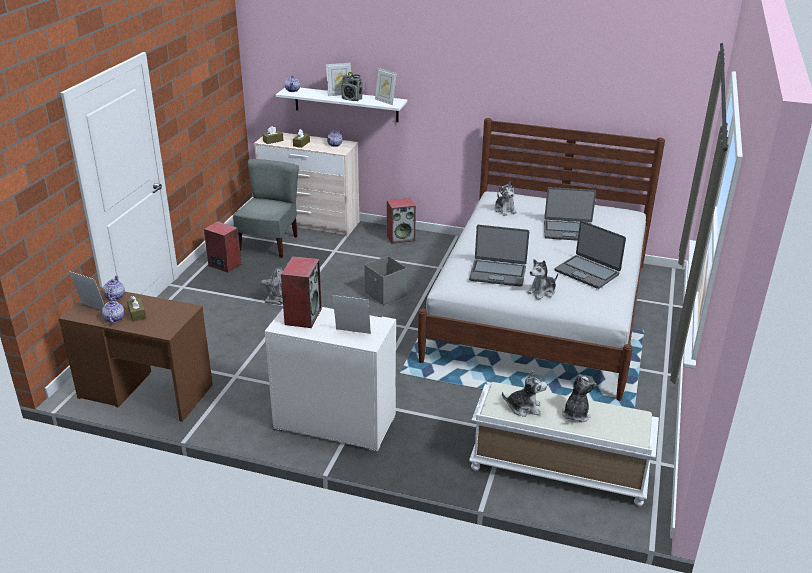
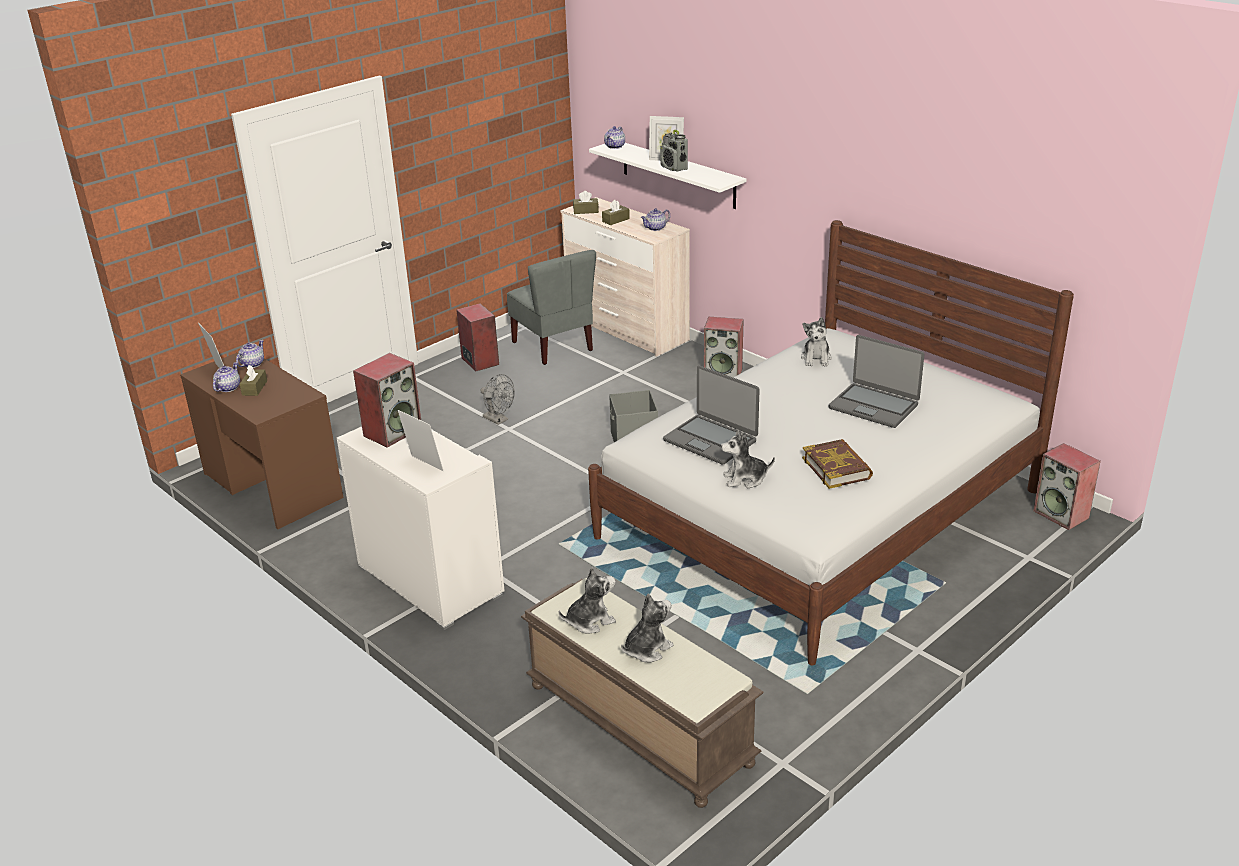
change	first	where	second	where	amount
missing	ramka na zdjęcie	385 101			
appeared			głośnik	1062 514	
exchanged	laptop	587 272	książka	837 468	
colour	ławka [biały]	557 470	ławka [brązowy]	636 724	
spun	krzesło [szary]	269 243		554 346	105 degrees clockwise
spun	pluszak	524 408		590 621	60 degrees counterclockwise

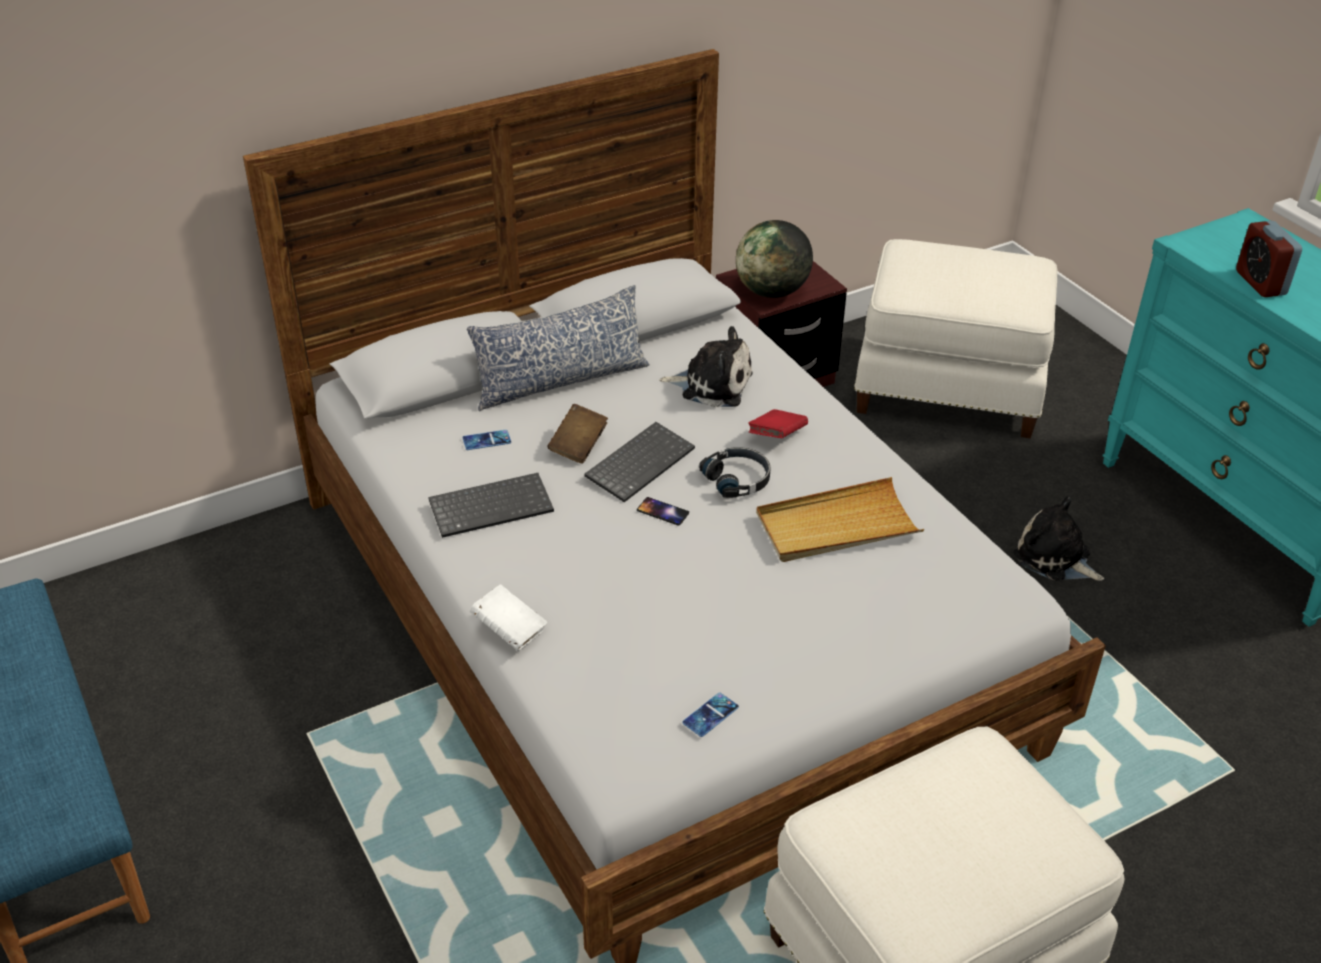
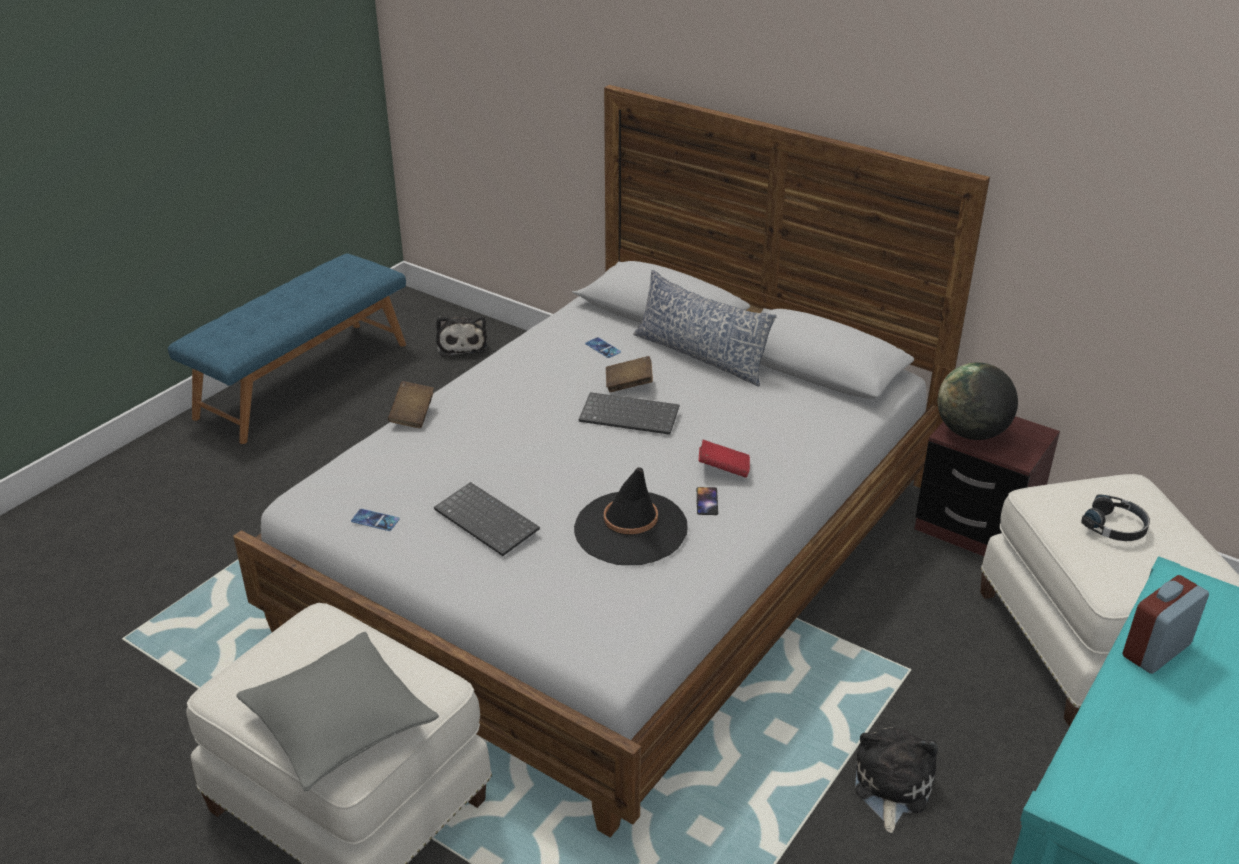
change	first	where	second	where	amount
appeared			poduszka [szary]	339 722	
relocated	klawiatura	492 506		489 520	
relocated	telefon	662 512		707 501	
relocated	pluszak	712 384		461 344	
relocated	słuchawki [czarny]	738 479		1115 526	
exchanged	taca [beżowy]	836 526	kapelusz [czarny]	630 529	
colour	książka [biały]	509 630	książka [brązowy]	412 415	

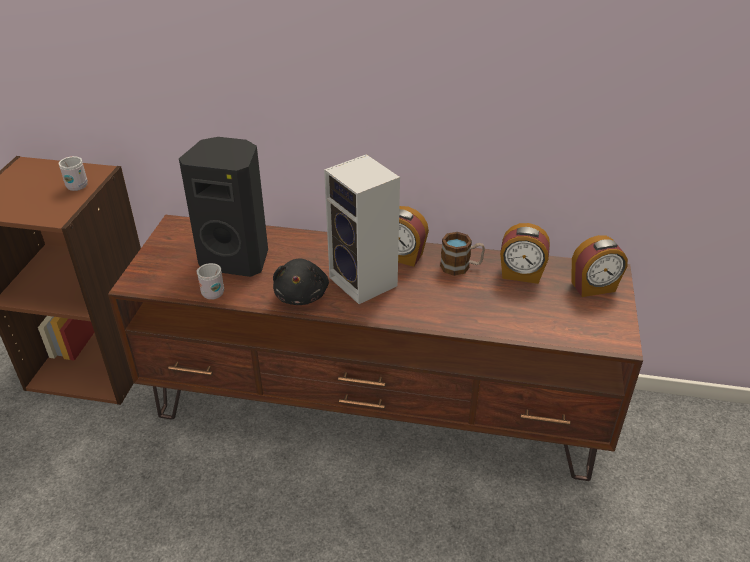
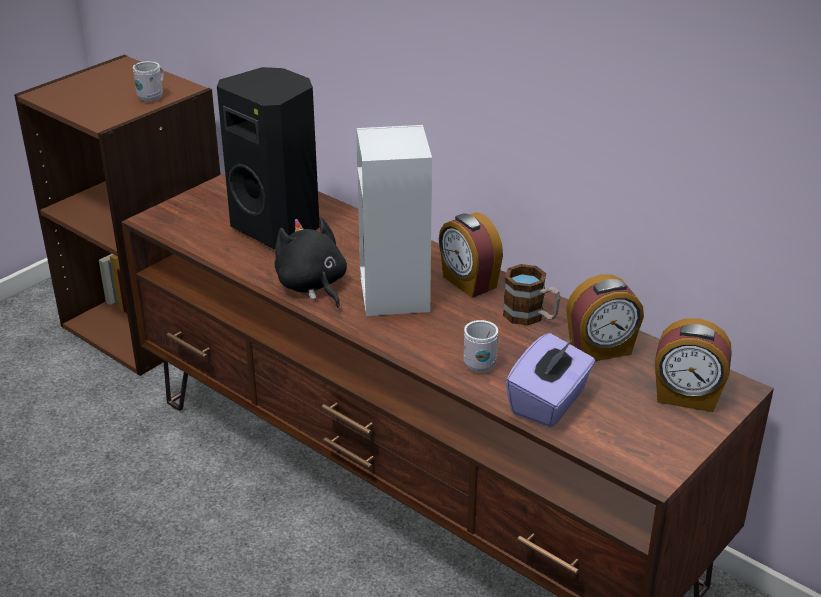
change	first	where	second	where	amount
appeared			pudełko chusteczek [fioletowy]	549 402	
relocated	kubek [biały]	210 292		477 362	
spun	pluszak [czarny]	302 295		312 286	120 degrees clockwise
spun	budzik	521 274		601 350	60 degrees counterclockwise

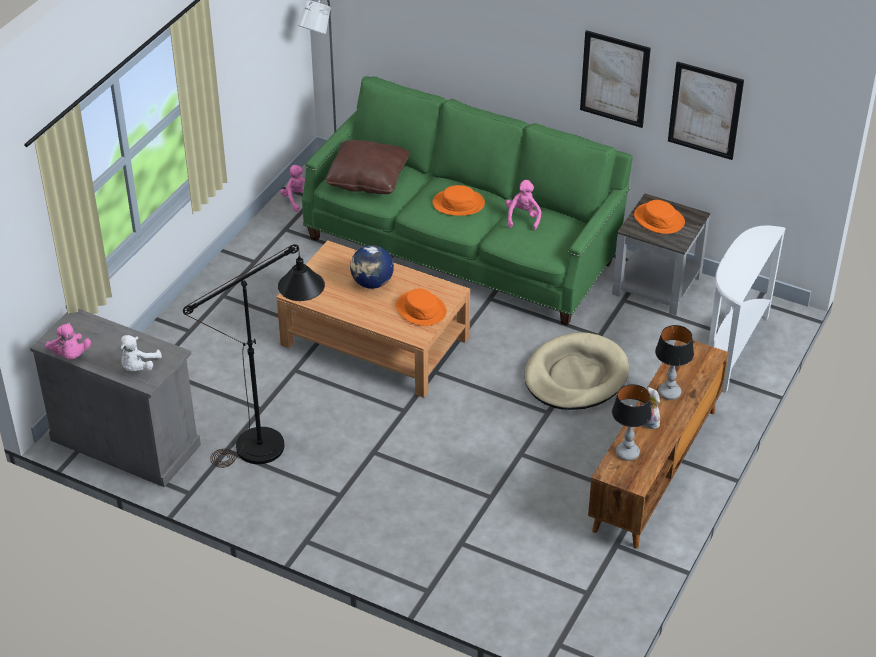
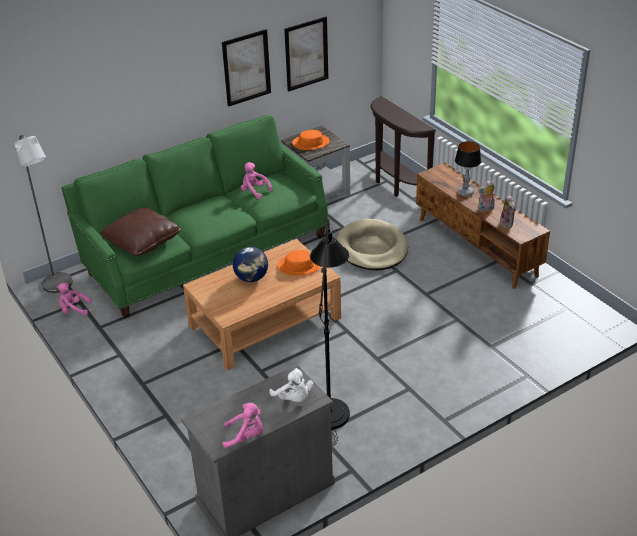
change	first	where	second	where	amount
missing	kapelusz [pomarańczowy]	458 203			
exchanged	lampa stołowa	627 452	pluszak	507 224	
colour	stolik konsolowy [biały]	732 349	stolik konsolowy [brązowy]	396 185	

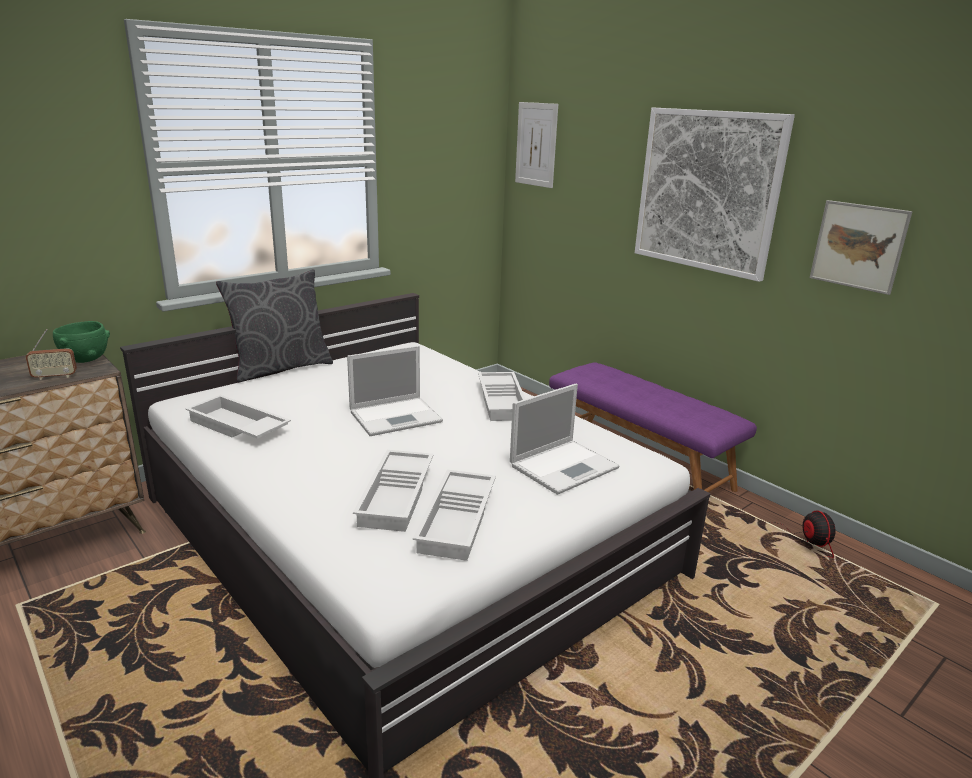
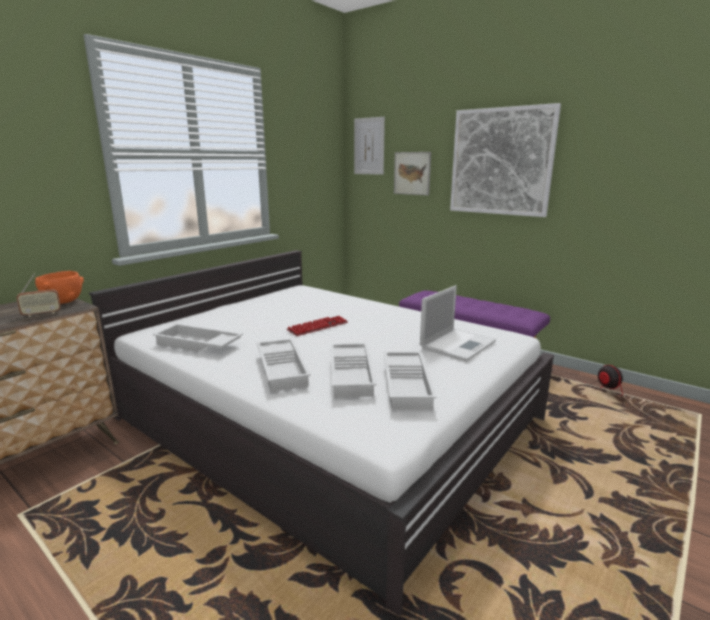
change	first	where	second	where	amount
missing	poduszka [szary]	281 368			
relocated	taca [biały]	503 401		283 369	
relocated	obraz	858 246		412 173	
exchanged	laptop	397 416	klawiatura	318 327	
colour	miska [zielony]	85 359	miska [pomarańczowy]	63 302	

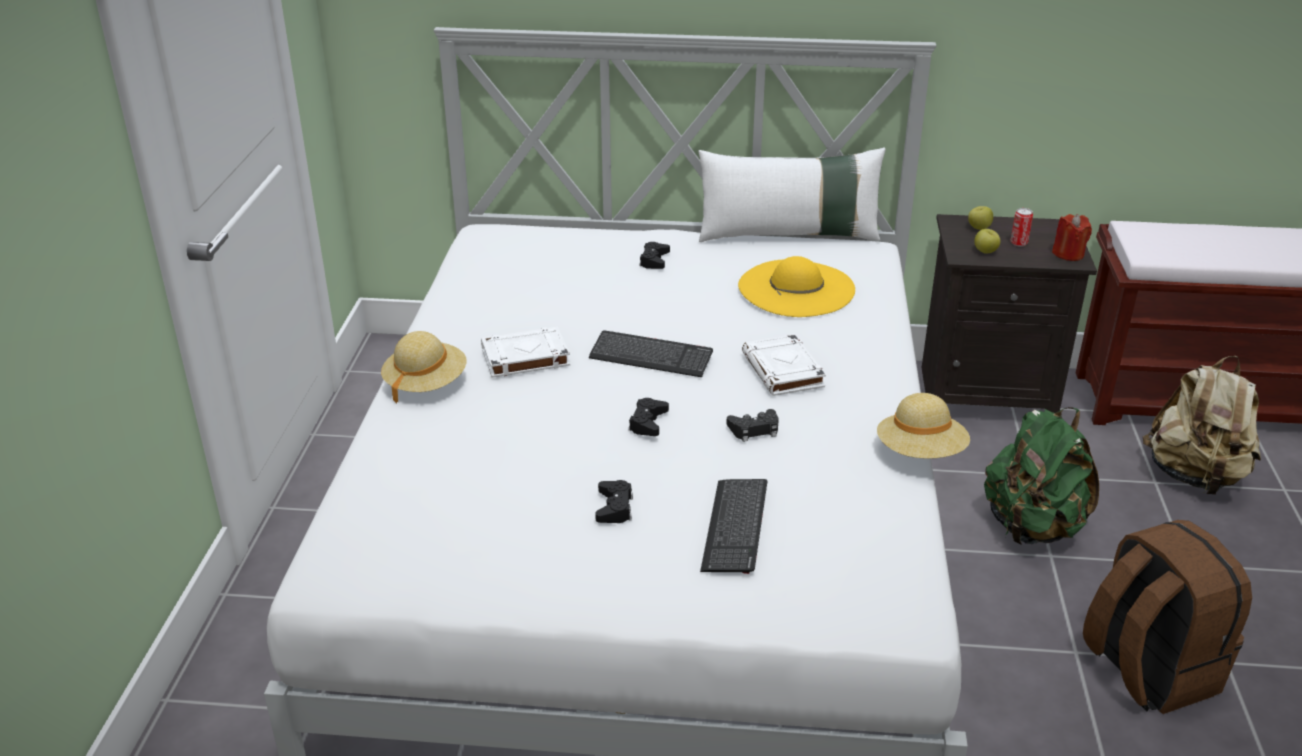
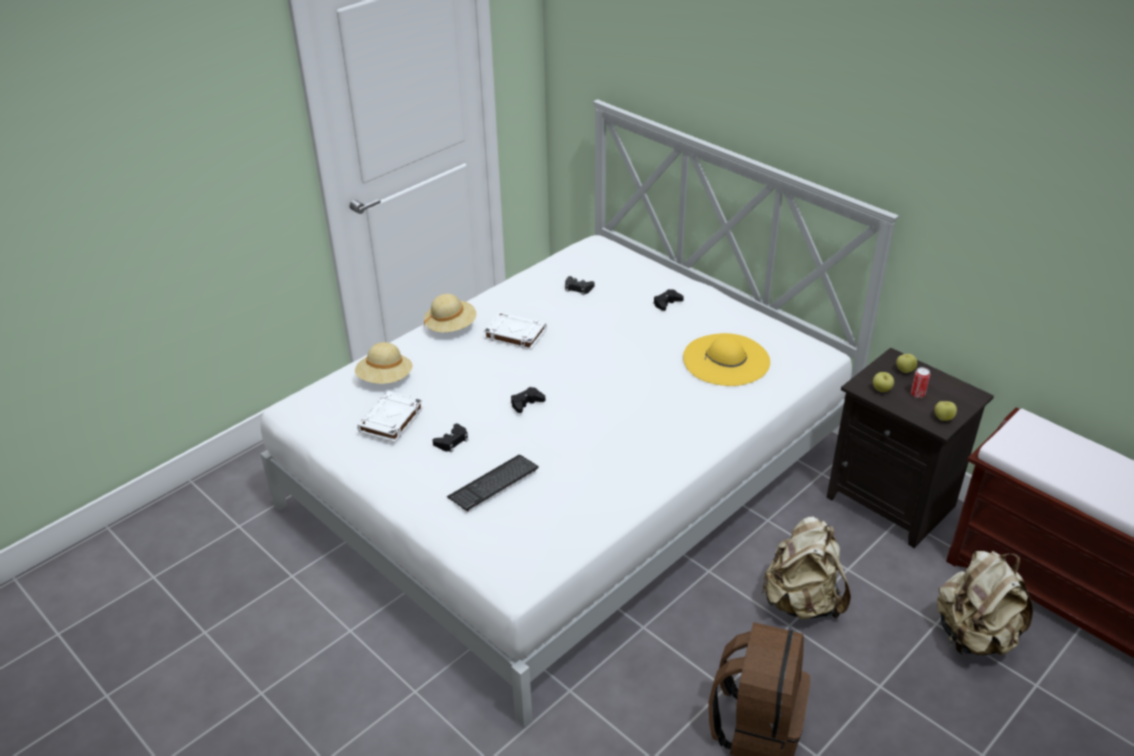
change	first	where	second	where	amount
missing	klawiatura	651 356			
missing	poduszka [biały]	788 235			
relocated	pad do gier [czarny]	754 430		578 288	
relocated	książka [biały]	783 371		391 420	
relocated	kapelusz [beżowy]	920 453		385 379	
exchanged	świeca [czerwony]	1068 254	jabłko	943 418	
colour	plecak [zielony]	1032 527	plecak [beżowy]	801 601	

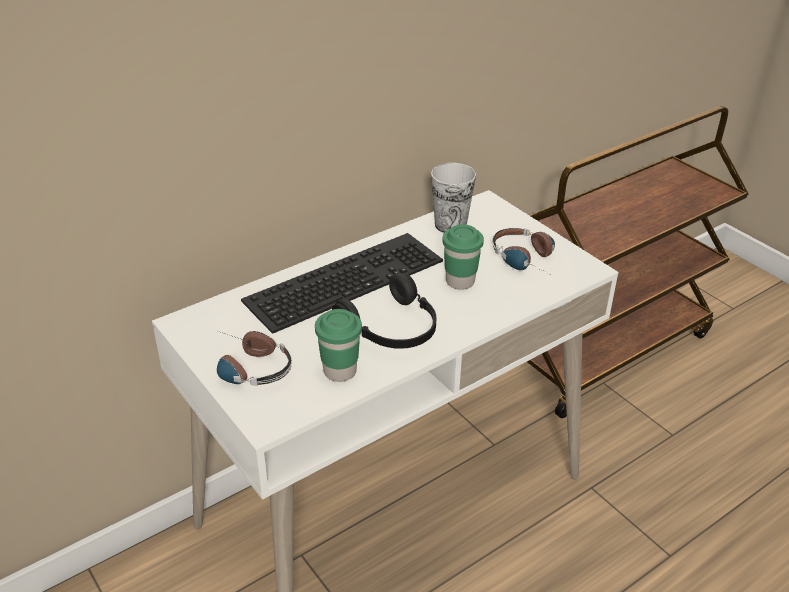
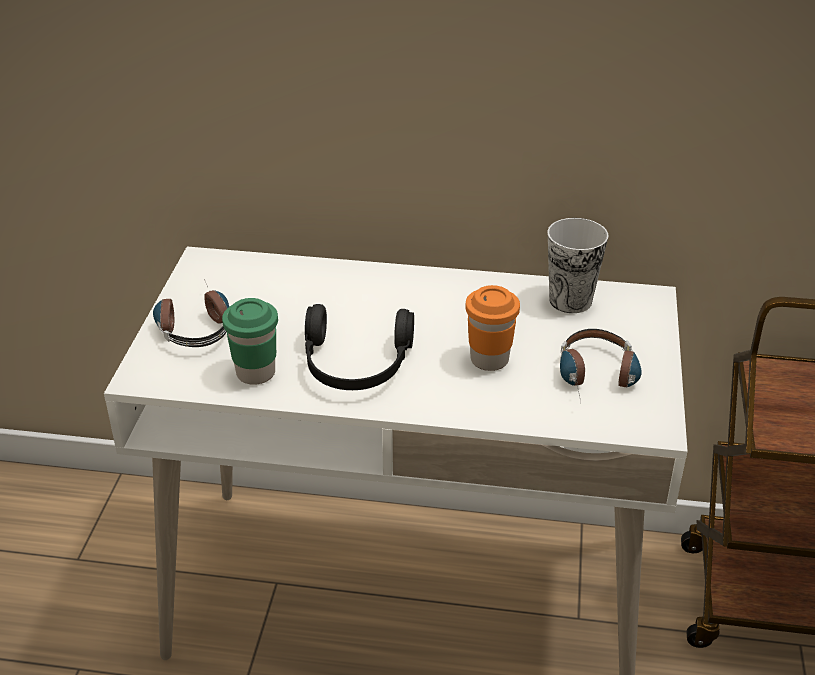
change	first	where	second	where	amount
missing	klawiatura	344 278			
colour	filiżanka [zielony]	460 281	filiżanka [pomarańczowy]	489 360	

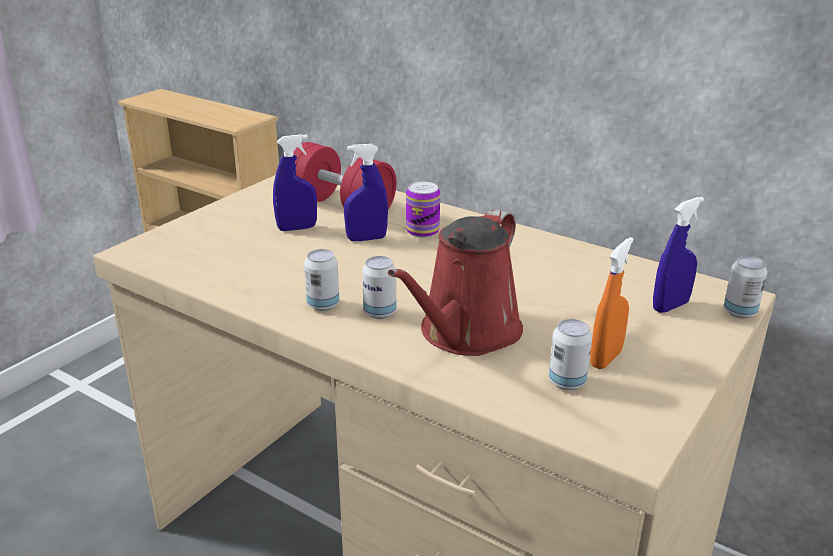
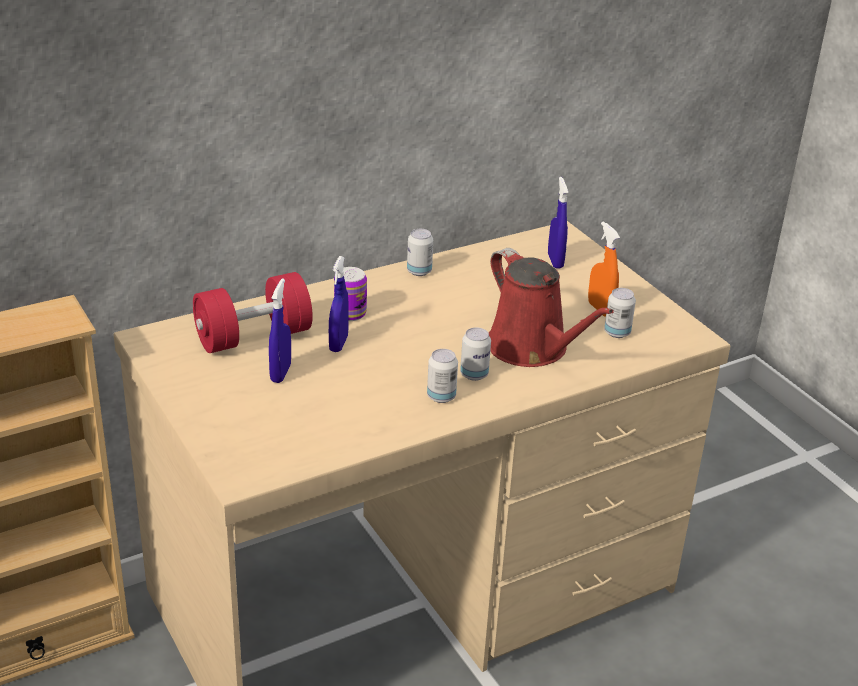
change	first	where	second	where	amount
relocated	puszka	739 312		419 271	

